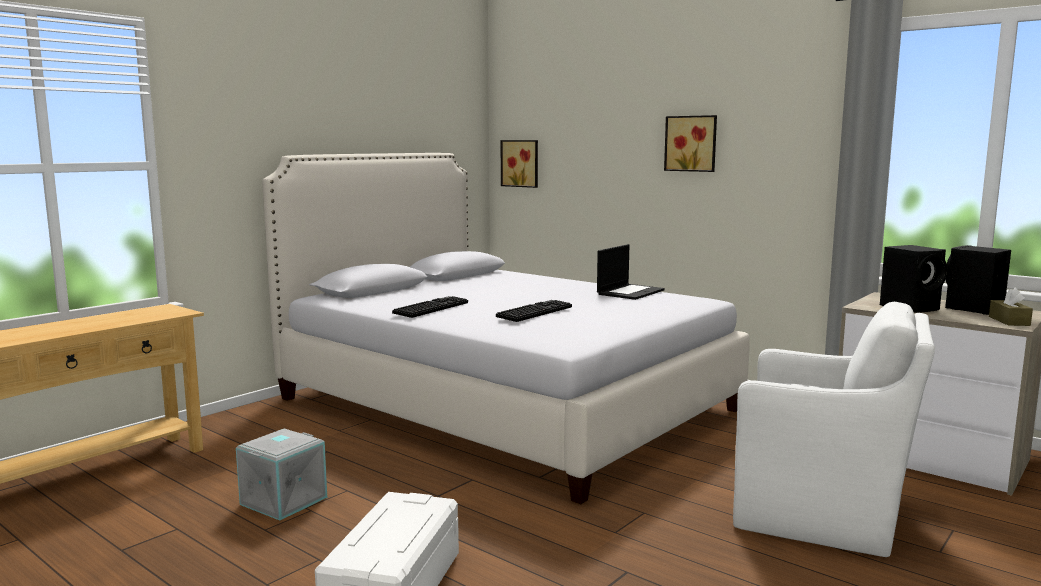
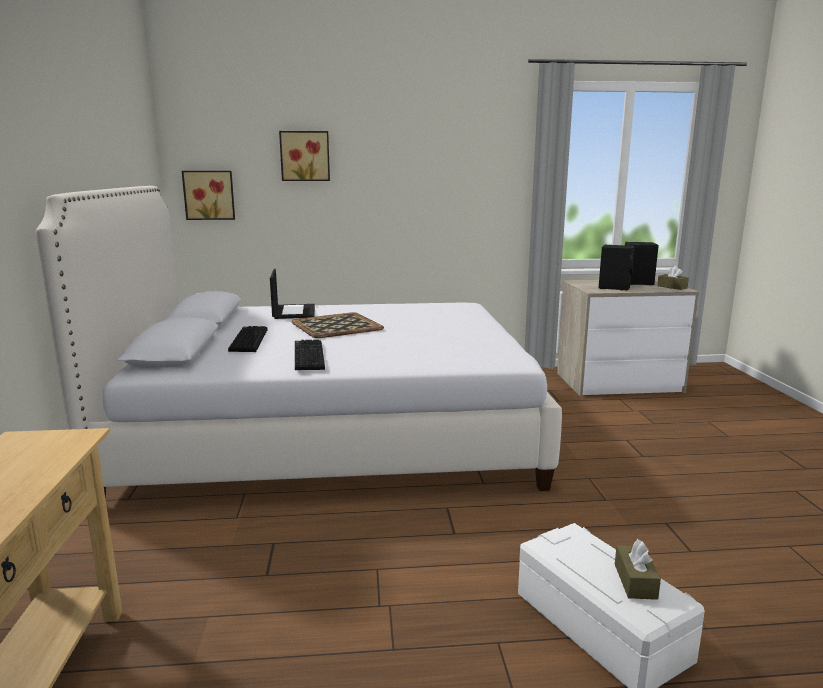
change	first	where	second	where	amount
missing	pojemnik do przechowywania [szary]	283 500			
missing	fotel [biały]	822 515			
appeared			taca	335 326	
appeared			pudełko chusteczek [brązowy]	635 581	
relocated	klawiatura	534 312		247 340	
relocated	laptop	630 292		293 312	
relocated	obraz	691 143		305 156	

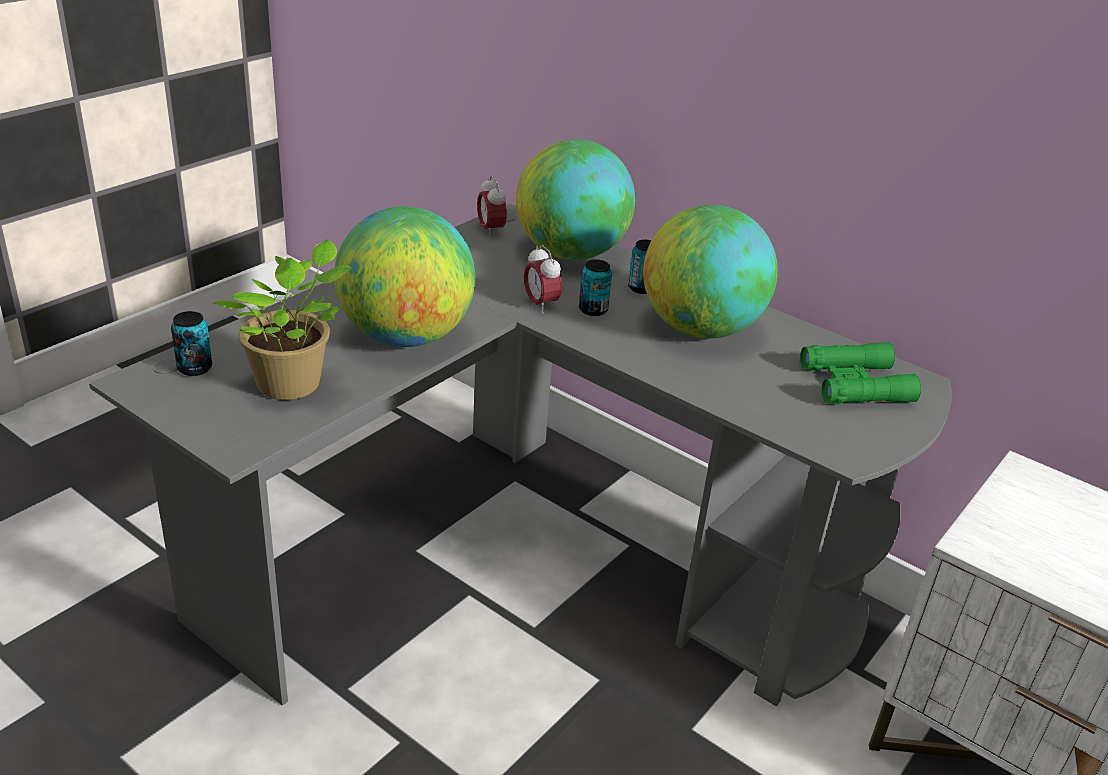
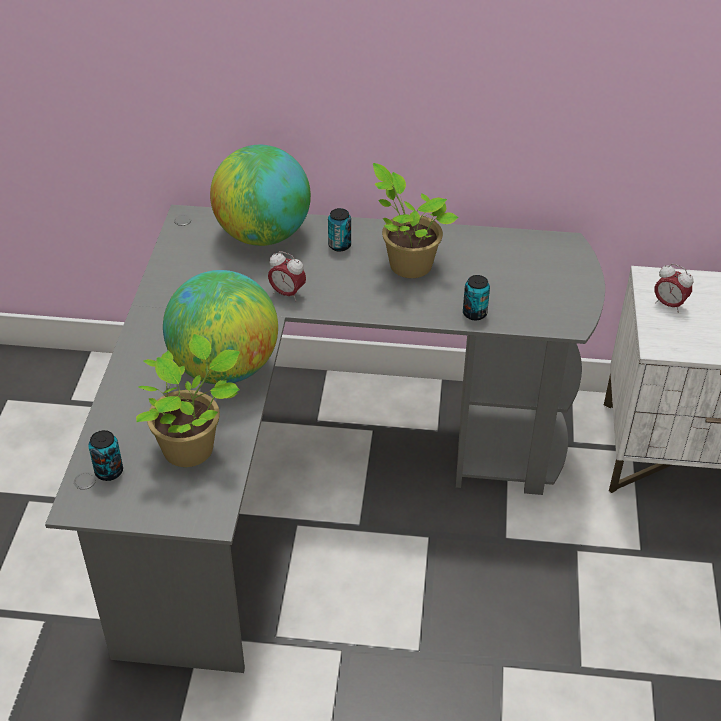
change	first	where	second	where	amount
missing	lornetka [zielony]	855 384			
relocated	budzik	490 230		669 305	
relocated	puszka	593 310		474 313	
exchanged	globus	700 329	roślina doniczkowa	407 264	

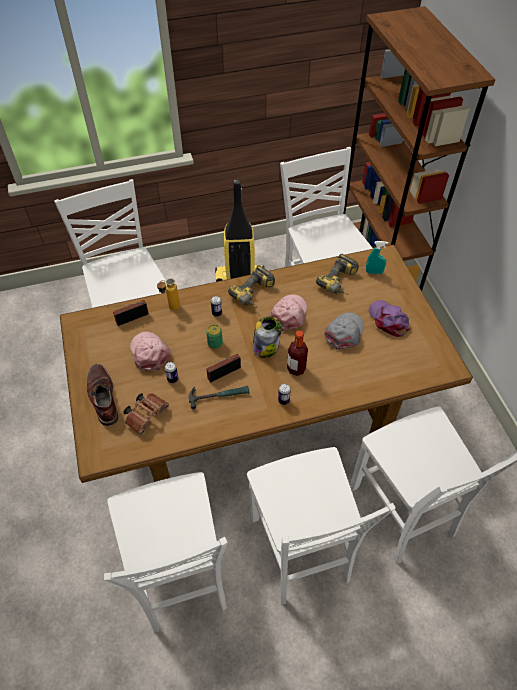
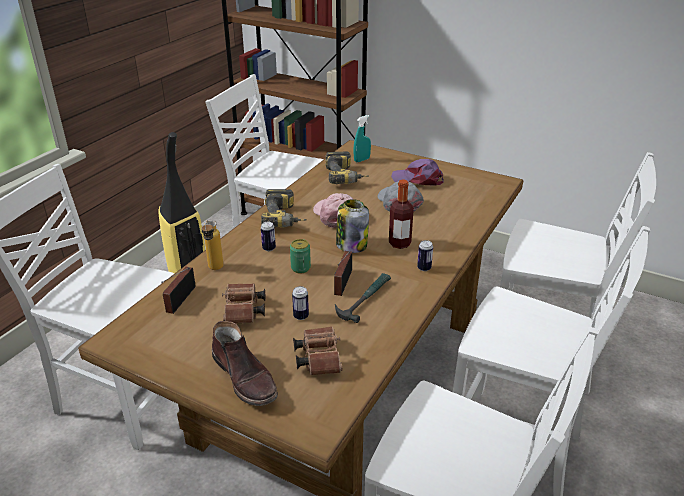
change	first	where	second	where	amount
exchanged	czapka z daszkiem [różowy]	149 353	lornetka [brązowy]	244 312	
spun	but z cholewką [brązowy]	102 397		245 377	150 degrees counterclockwise

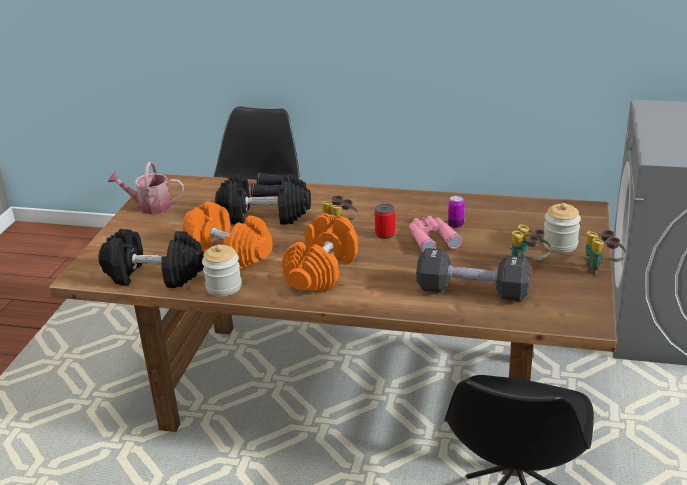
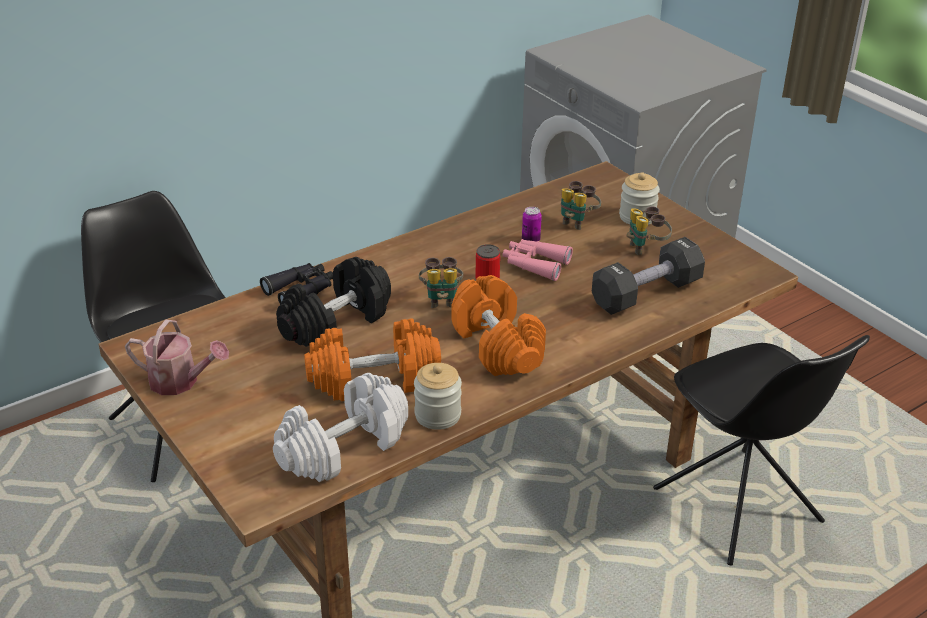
change	first	where	second	where	amount
relocated	lornetka	601 268		577 221	
colour	hantel [czarny]	154 275	hantel [biały]	343 448	
spun	konewka	150 206		180 382	120 degrees counterclockwise

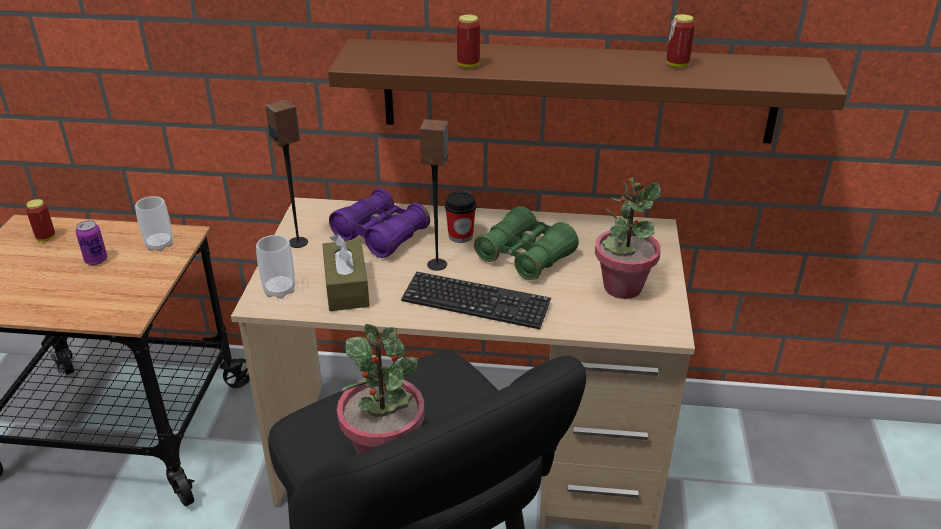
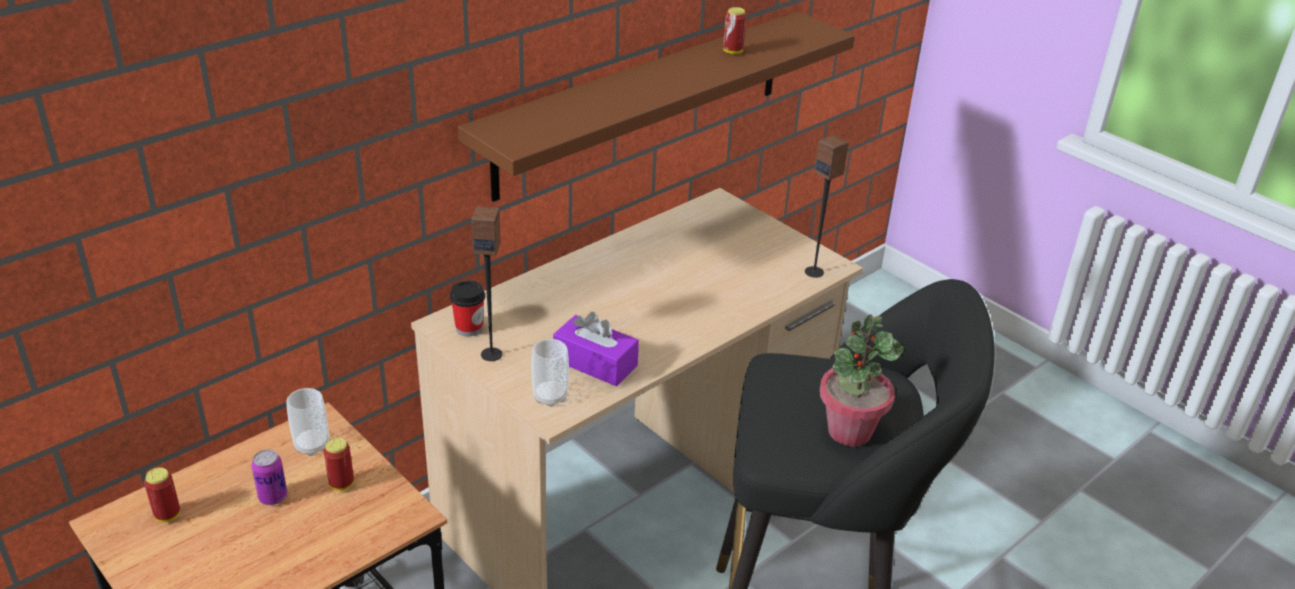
change	first	where	second	where	amount
missing	lornetka [fioletowy]	380 235			
missing	klawiatura	475 303			
missing	lornetka [zielony]	525 256			
missing	roślina doniczkowa	622 287			
relocated	głośnik	437 265		814 272	
relocated	filiżanka	460 236		469 328	
relocated	puszka	468 65		341 484	
colour	pudełko chusteczek [brązowy]	346 287	pudełko chusteczek [fioletowy]	595 363	

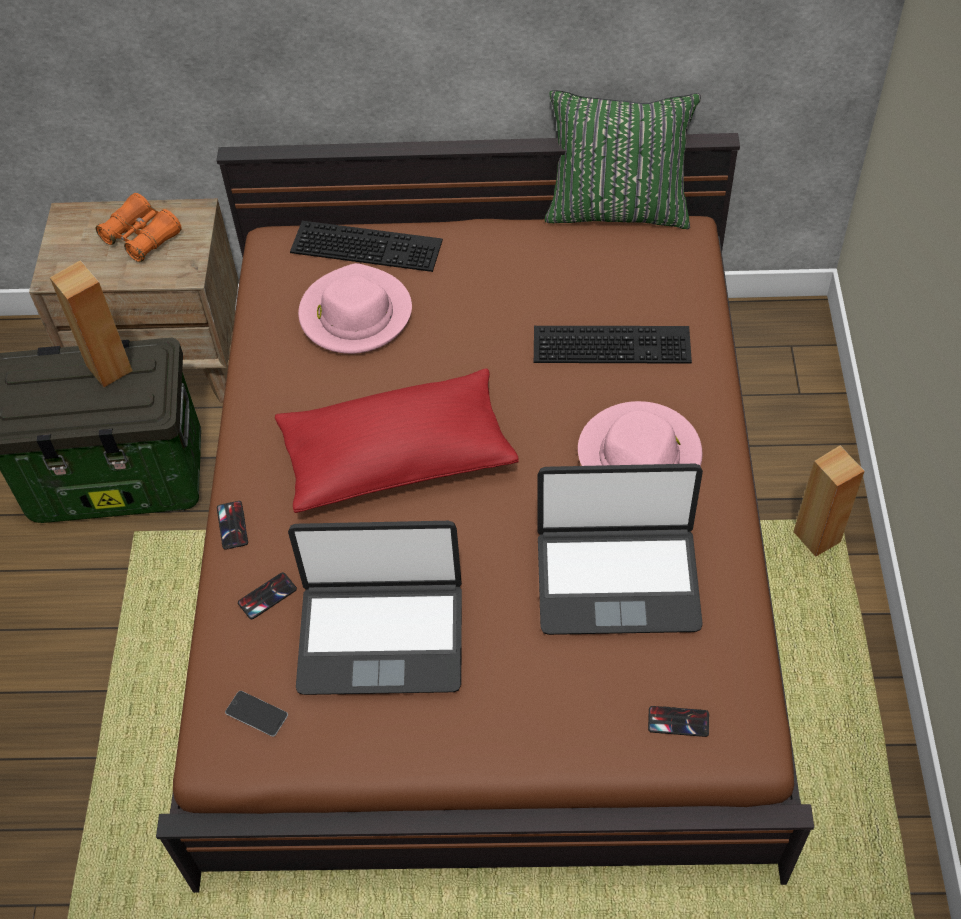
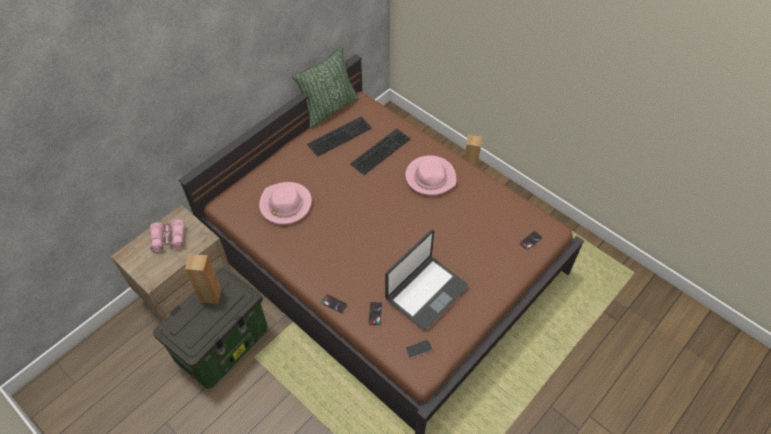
change	first	where	second	where	amount
missing	poduszka [czerwony]	397 458			
missing	laptop	617 579			
relocated	klawiatura	368 244		339 135	
colour	lornetka [pomarańczowy]	141 237	lornetka [różowy]	169 239	

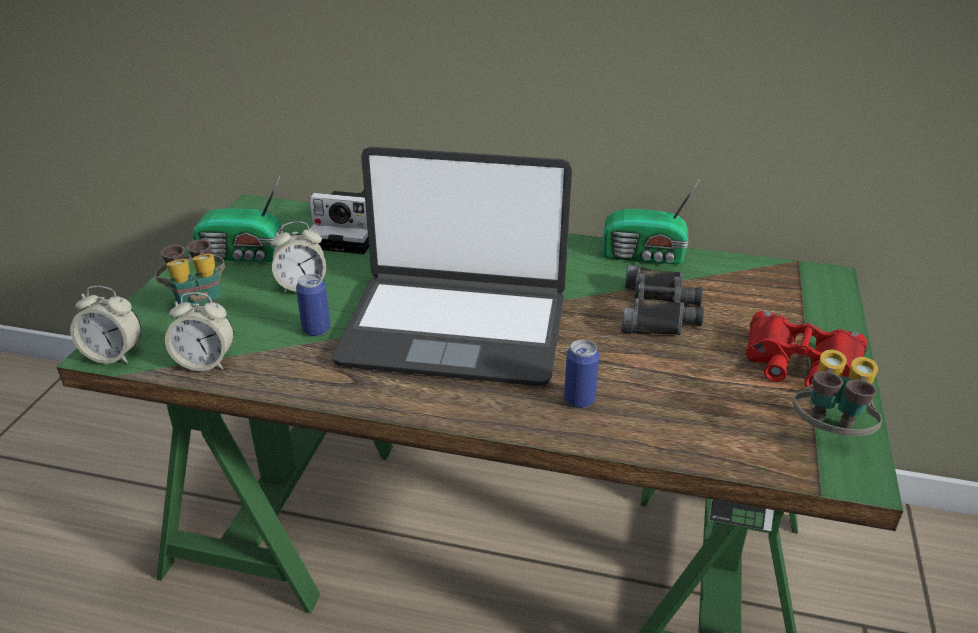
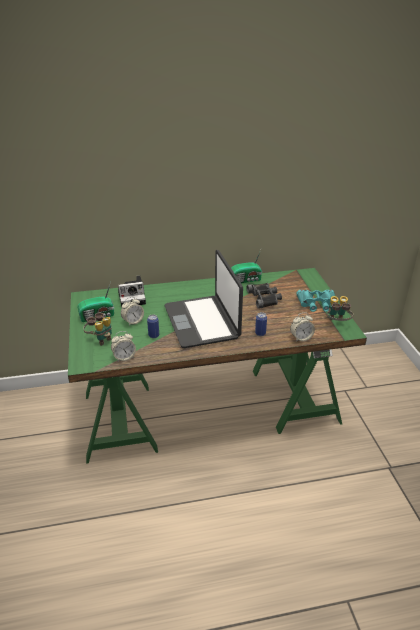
change	first	where	second	where	amount
relocated	budzik	114 355		301 338	
colour	lornetka [czerwony]	799 363	lornetka [turkusowy]	316 303	
spun	laptop	455 329		202 322	90 degrees clockwise

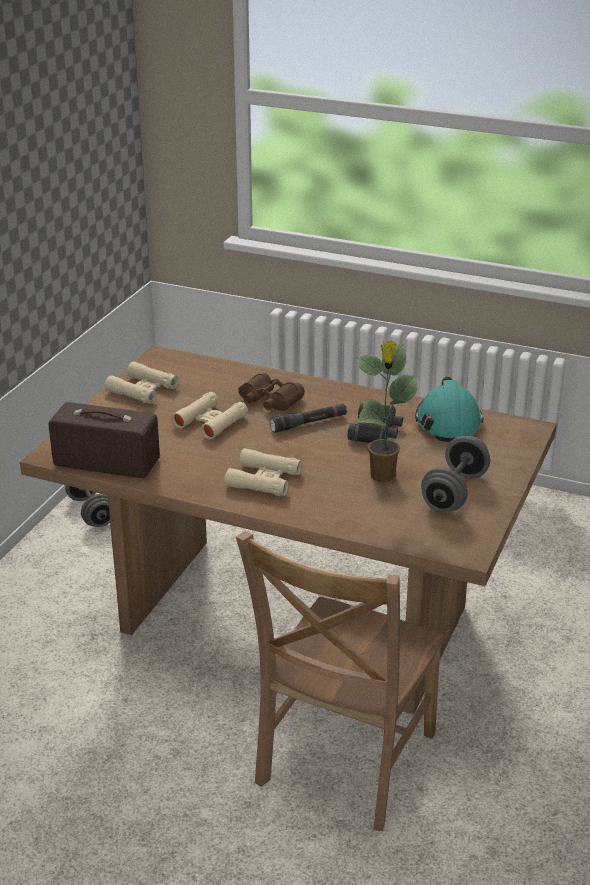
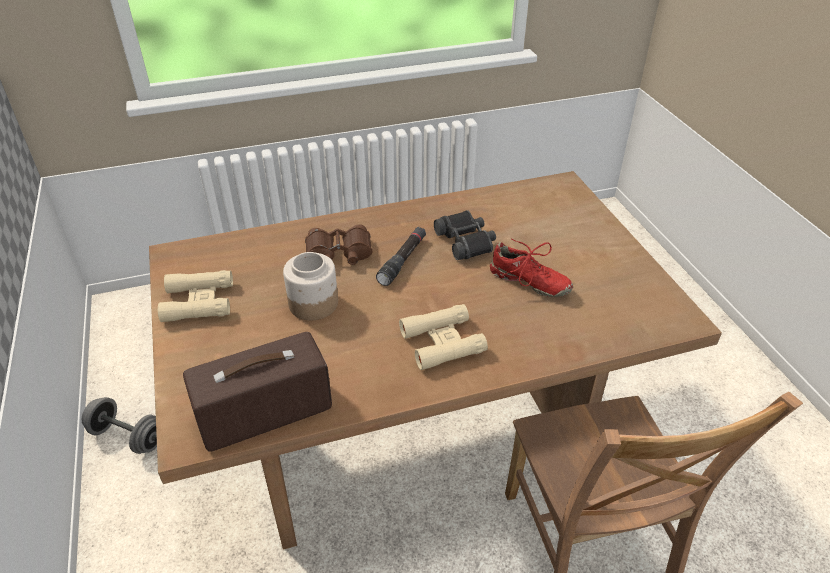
change	first	where	second	where	amount
missing	kask [turkusowy]	448 422			
missing	hantel [szary]	454 492			
exchanged	lornetka [beżowy]	210 421	słoik	313 304	
exchanged	roślina doniczkowa	382 476	but [czerwony]	529 282	

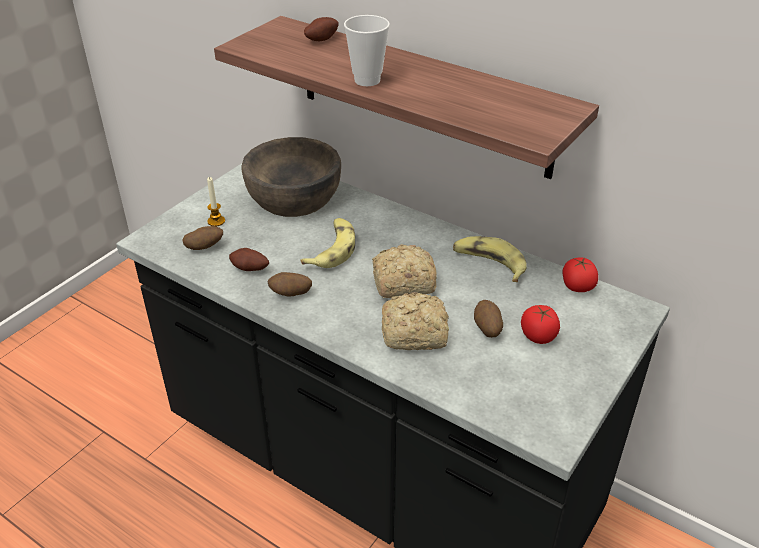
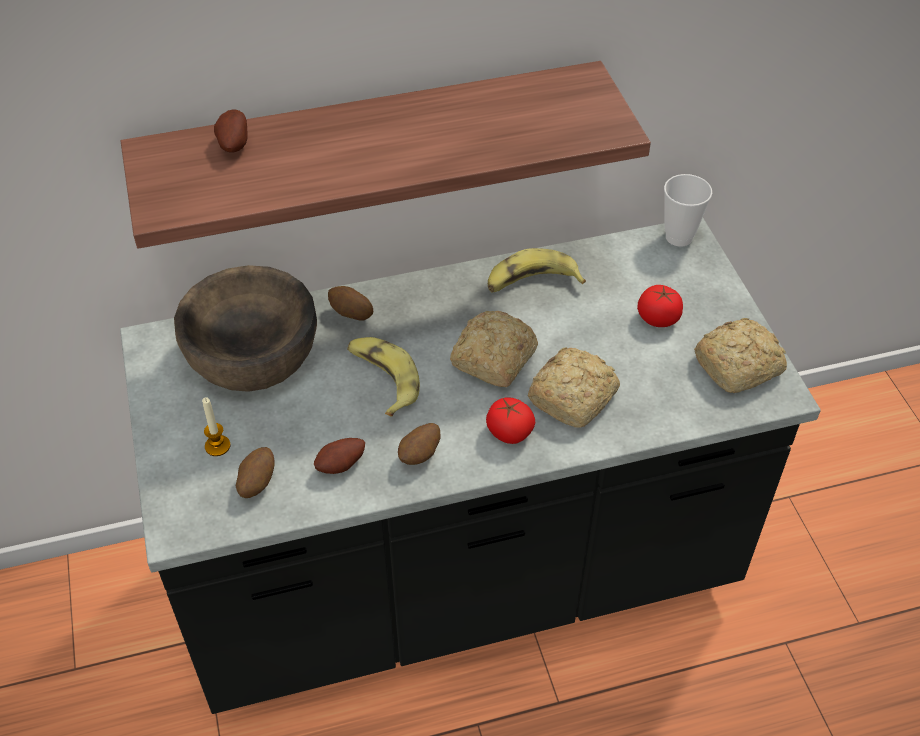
change	first	where	second	where	amount
appeared			chleb	740 366	
relocated	filiżanka	367 80		679 237	
relocated	ziemniak	487 329		351 314	
relocated	pomidor	577 286		509 432	

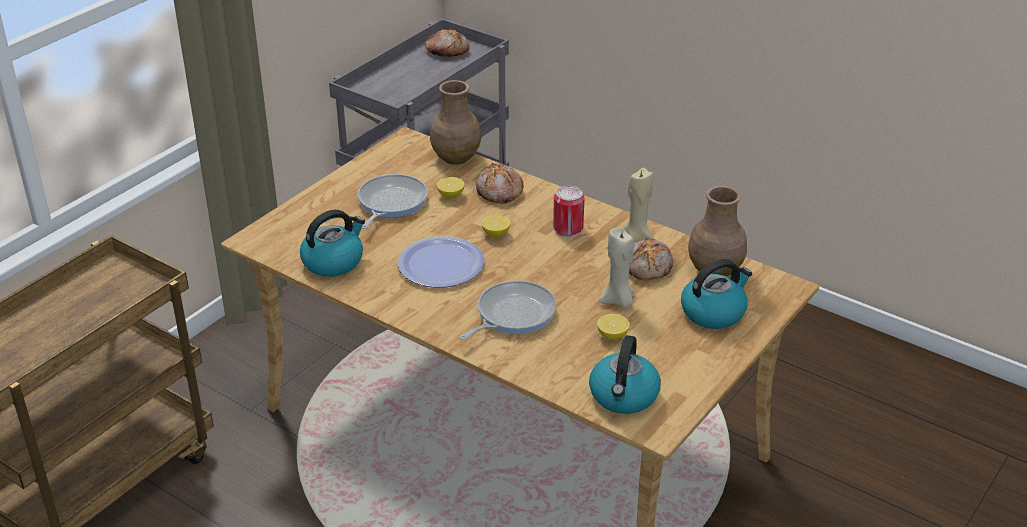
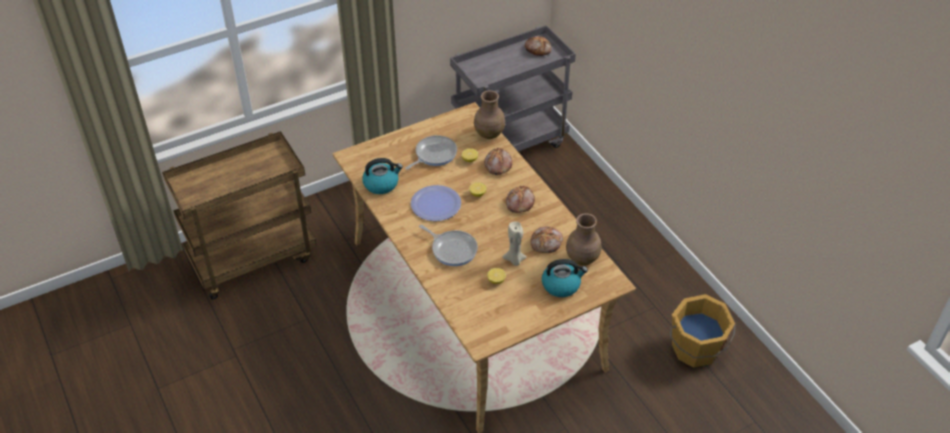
change	first	where	second	where	amount
missing	czajnik	624 396			
missing	świeca [beżowy]	637 236			
appeared			wiadro [pomarańczowy]	696 349	
exchanged	puszka	568 229	chleb	519 203	
spun	patelnia	512 315		452 249	60 degrees clockwise

